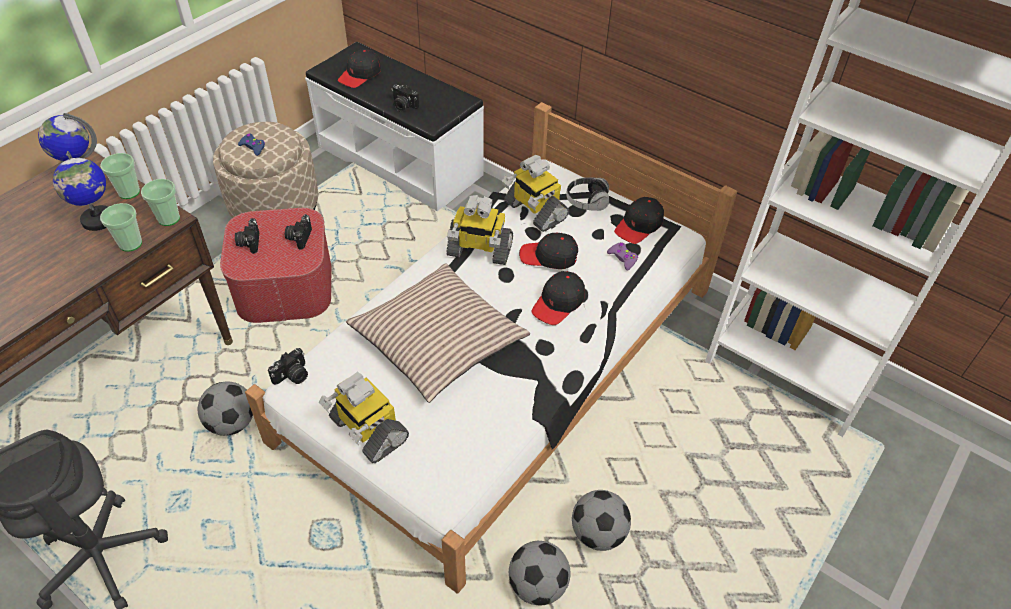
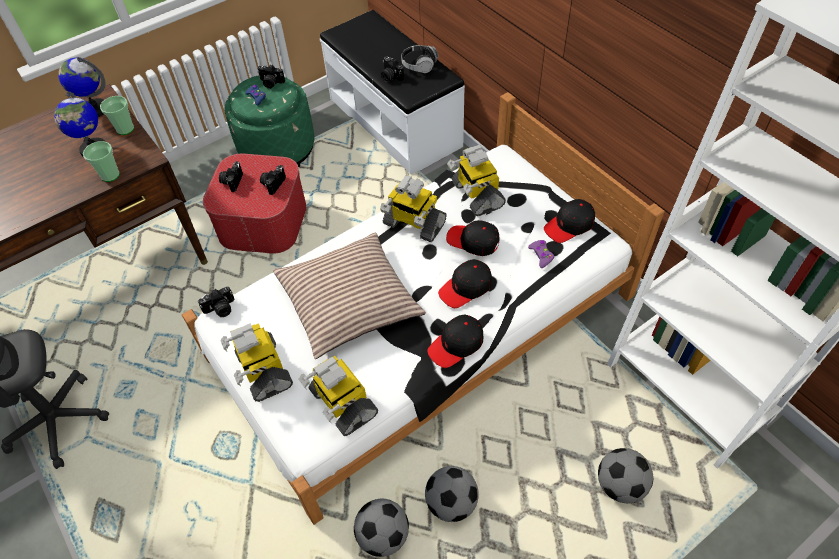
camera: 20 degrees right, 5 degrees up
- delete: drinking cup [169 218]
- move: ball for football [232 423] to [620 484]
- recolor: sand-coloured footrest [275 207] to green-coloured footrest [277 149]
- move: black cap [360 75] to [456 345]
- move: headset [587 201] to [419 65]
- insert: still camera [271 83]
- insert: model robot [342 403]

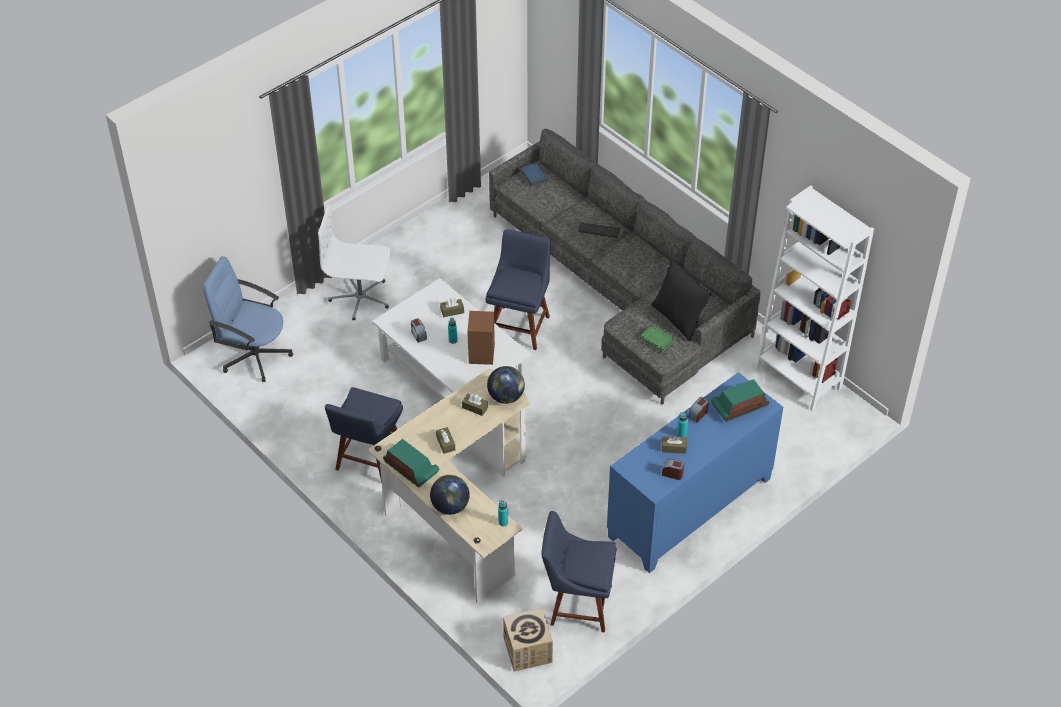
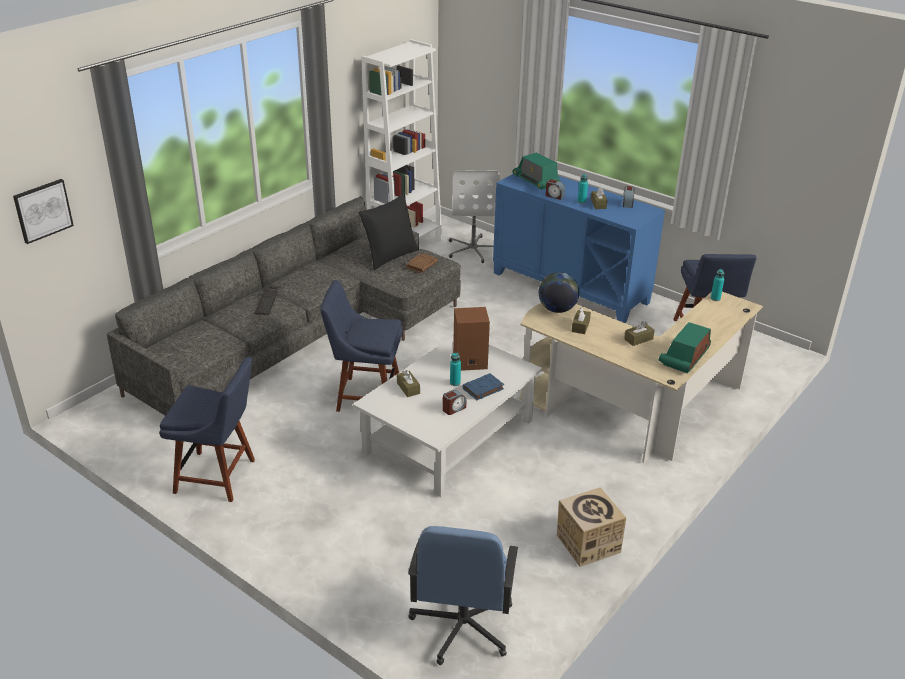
camera: 100 degrees left, 15 degrees down
- move: white office chair [360 298] to [473 249]
- move: bluish chair [368 461] to [219 477]
- delete: world globe [450 506]
- move: carton [527 650] to [588 543]
- move: bluish bound book [534 176] to [483 389]
- recolor: green-coloured bound book [657 340] to brown-coloured bound book [421 265]
- insert: picture [42 210]

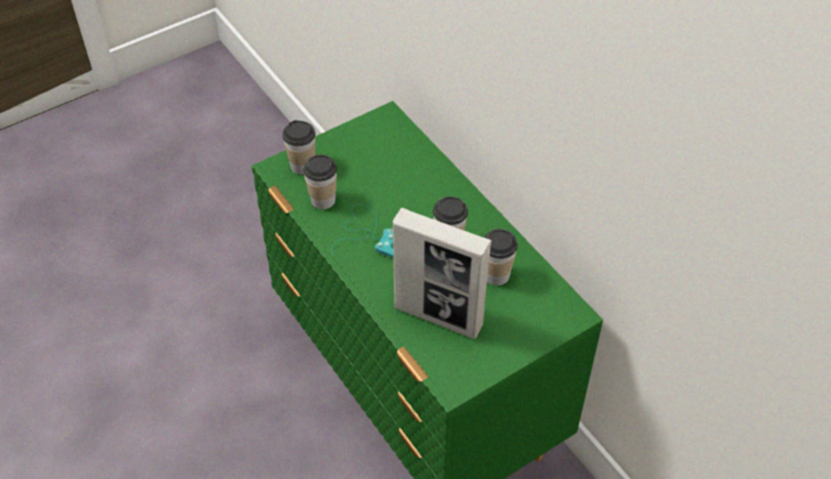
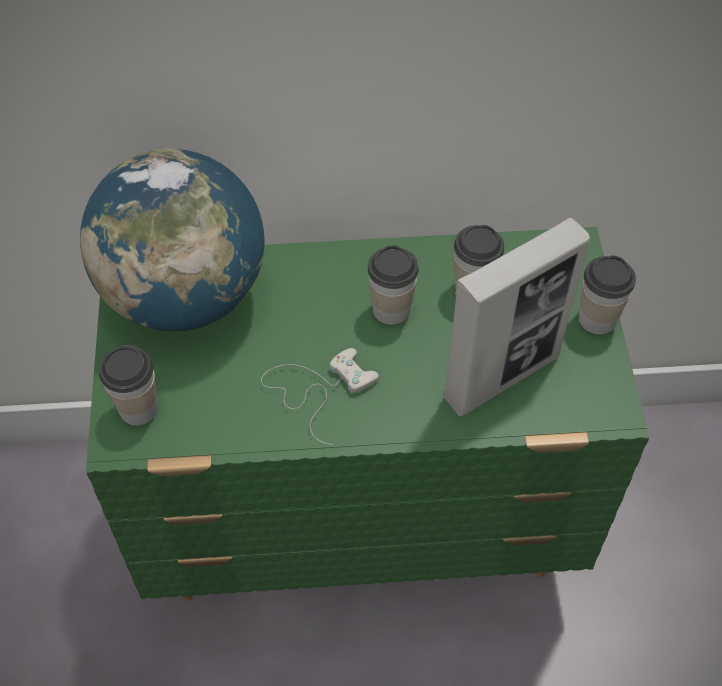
camera: 60 degrees left, 5 degrees up
- move: drinking cup [323 200] to [597 319]
- recolor: turquoise game controller [367 234] to white game controller [317 389]
- insert: world globe [185 295]

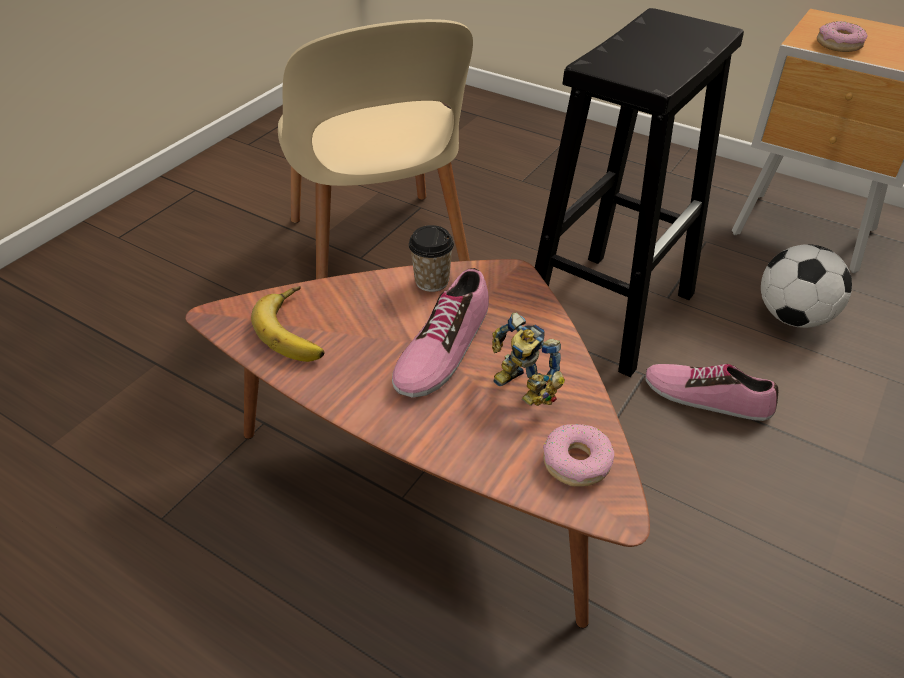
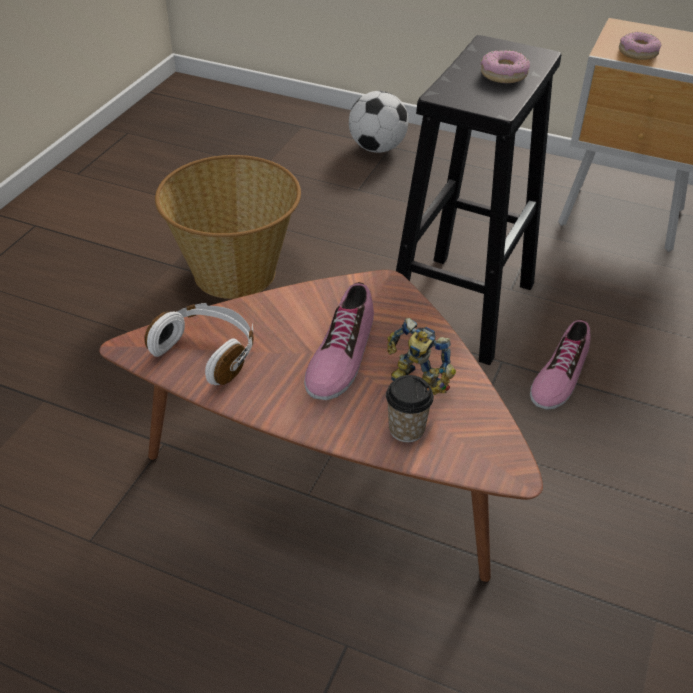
camera: 10 degrees left, 0 degrees up
- replace: whole banana [298 329] to white headset [207 352]
- replace: sand-coloured chair [378 254] to household basket [235 273]
- move: drinking cup [432 281] to [406 429]
- move: ring doughnut [576 461] to [503 74]
- rotate: item of footwear [707 396] = [559 375] 75 degrees counterclockwise
- move: ball for football [792 317] to [377 148]

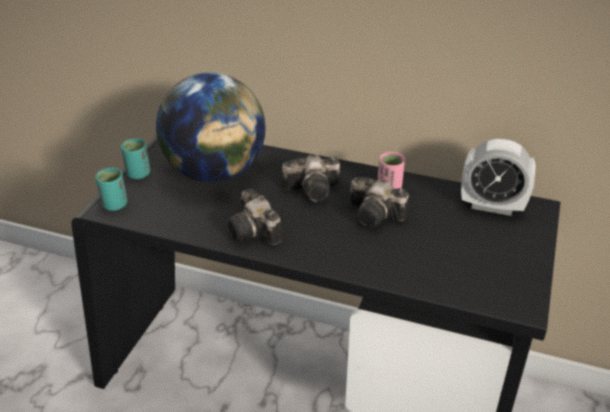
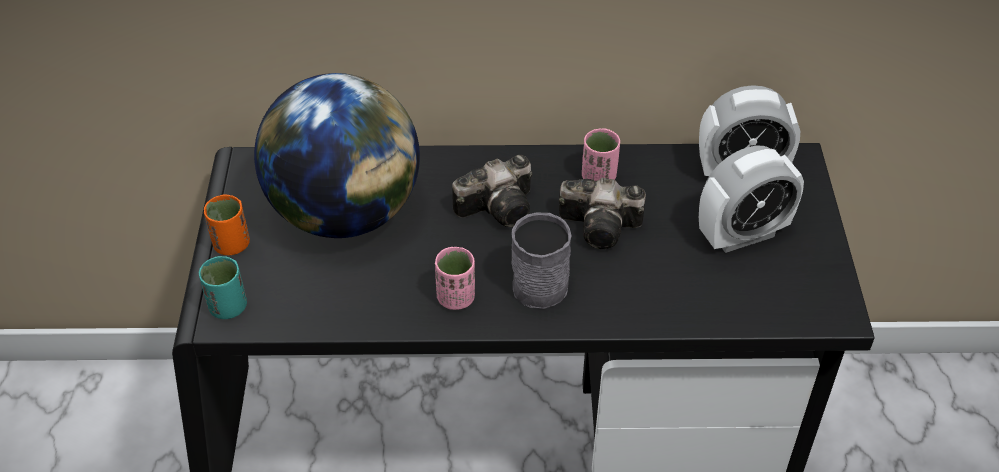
camera: 20 degrees left, 10 degrees up
- recolor: turquoise drinking cup [138 174] to orangey drinking cup [231 244]
- replace: still camera [255 232] to pinkish drinking cup [456 298]
- insert: greyish coffee mug [540 279]
- insert: bedside clock [742 235]

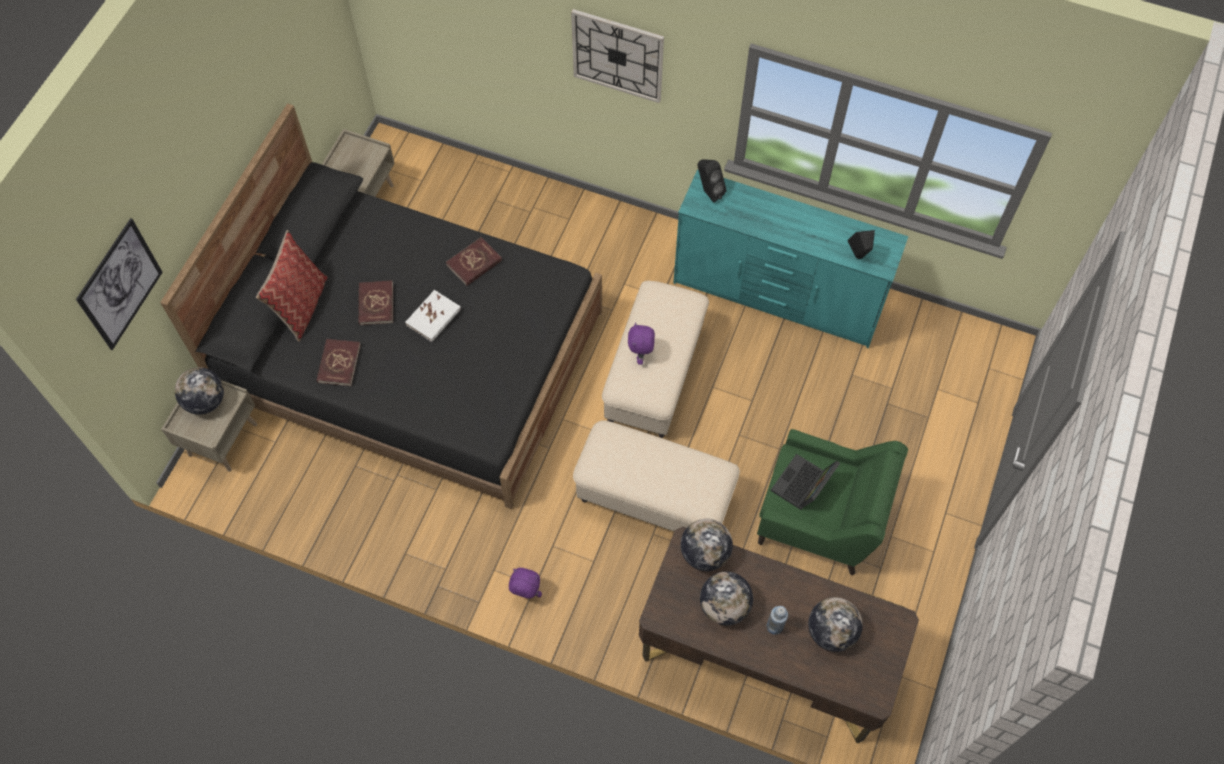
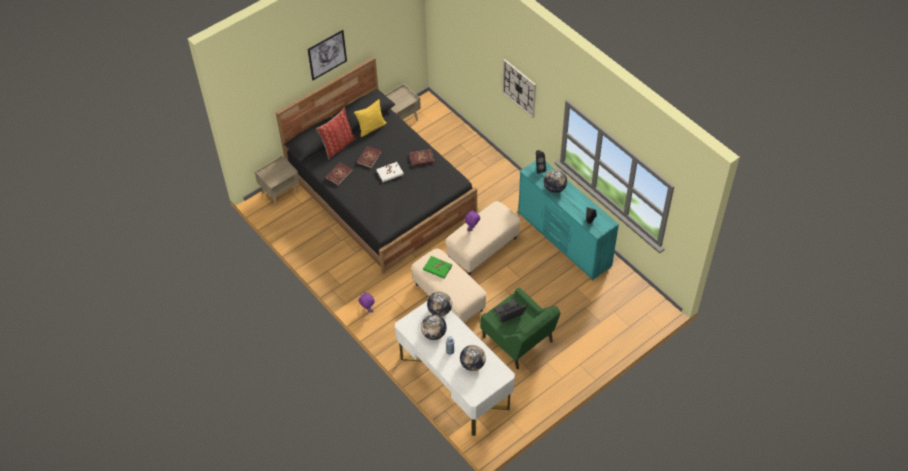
camera: 30 degrees right, 10 degrees down
- move: picture [120 284] to [327 55]
- move: world globe [205 401] to [554 188]
- recolor: brown-coloured desk [765 656] to white desk [454 382]
- insert: yellow cushion [371 128]
- insert: green-coloured bound book [437 268]

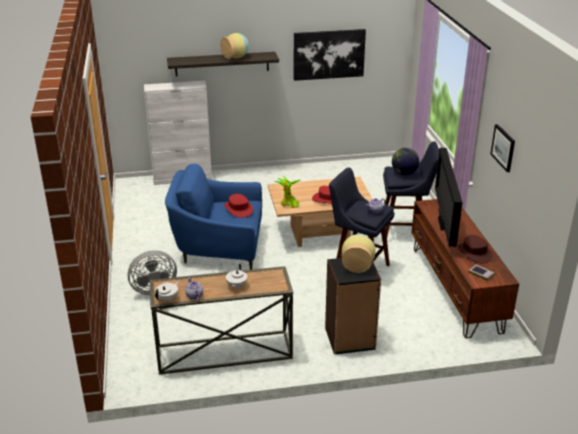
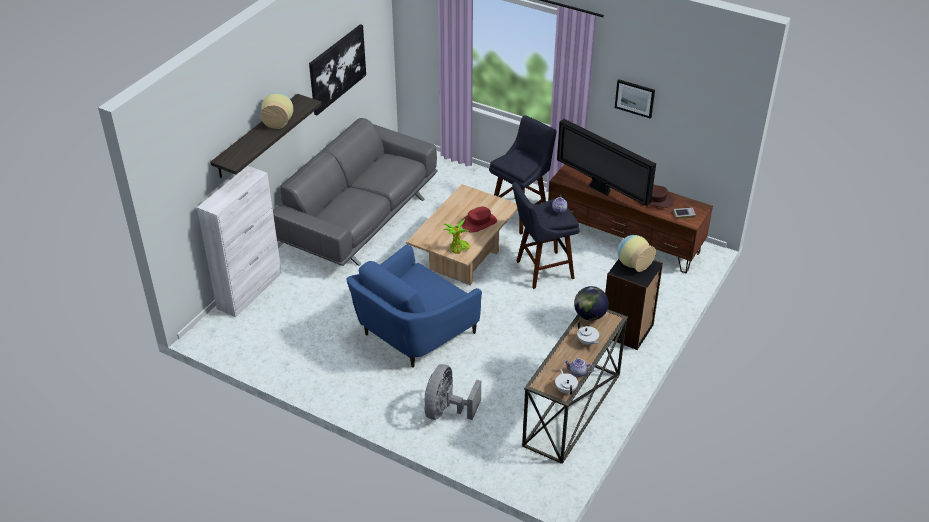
camera: 50 degrees left, 10 degrees up
- delete: red-coloured clothing hat [238 209]
- move: world globe [404 173] to [589 315]
- insert: greyish sofa [359 218]

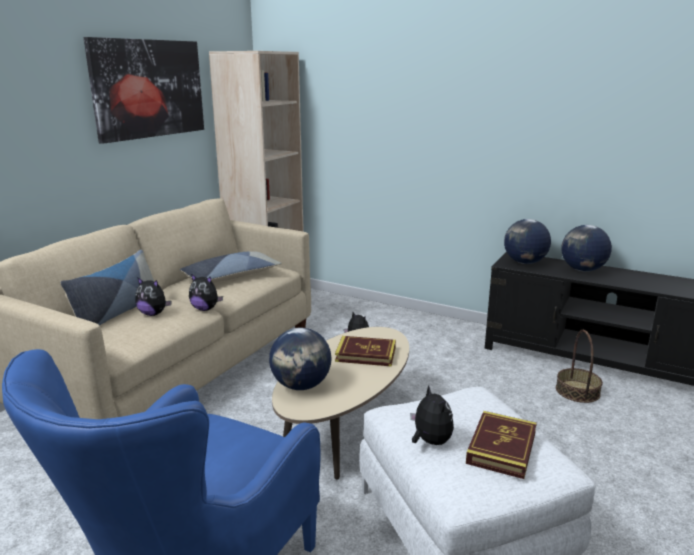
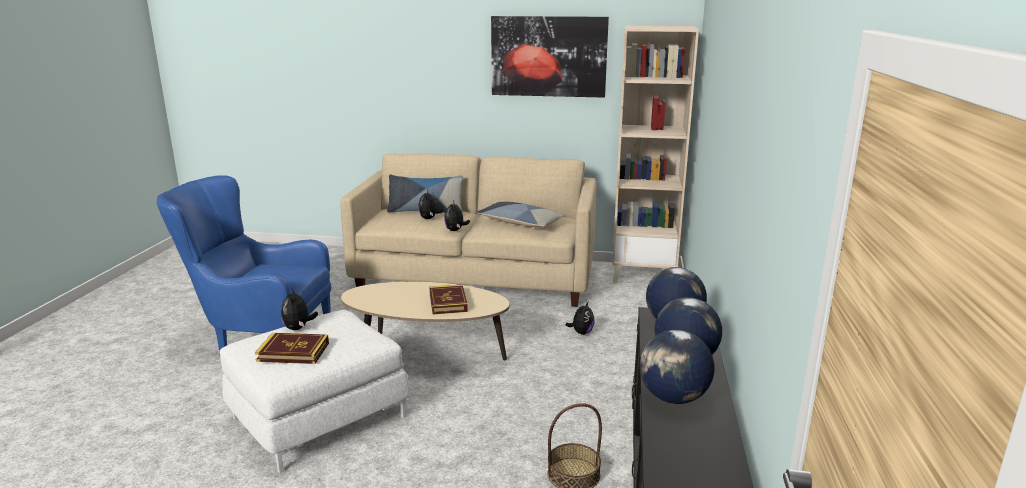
camera: 70 degrees right, 0 degrees up
- move: world globe [301 385] to [673 398]
- rotate: plush toy [430 441] = [298 328] 120 degrees clockwise

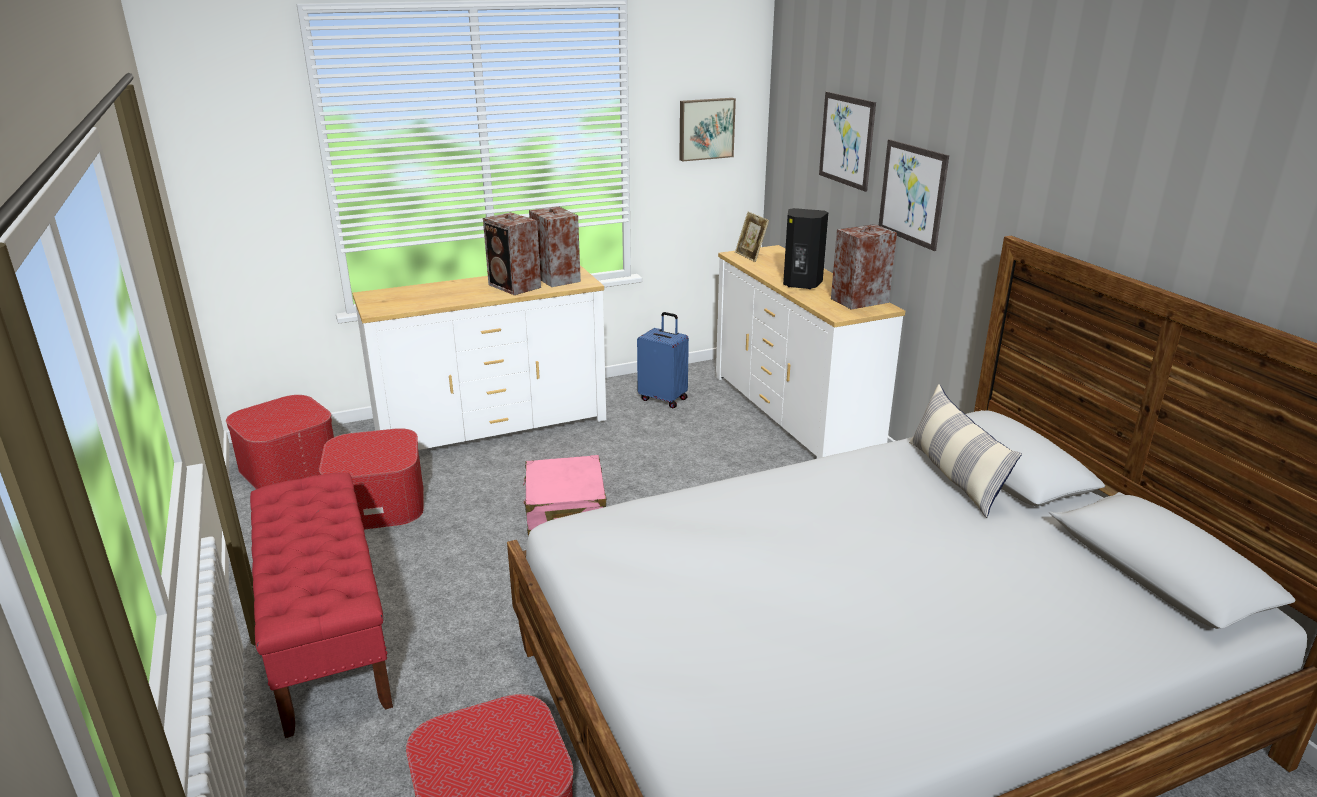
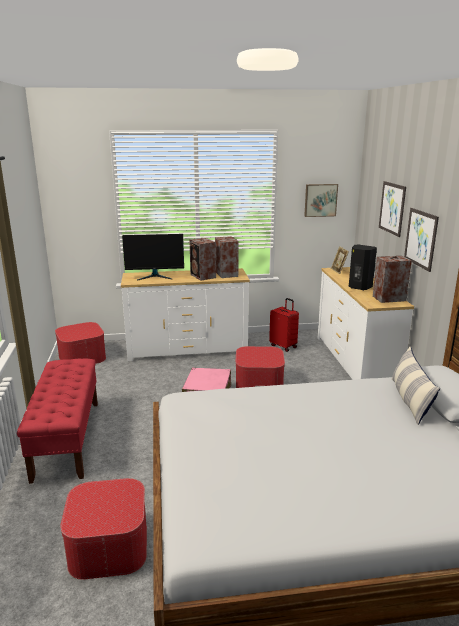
camera: 15 degrees right, 5 degrees down
- move: footrest [378 503] to [259 384]
- recolor: bluish piece of luggage [664 399] to red-coloured piece of luggage [283 346]
- insert: computer display [155 276]

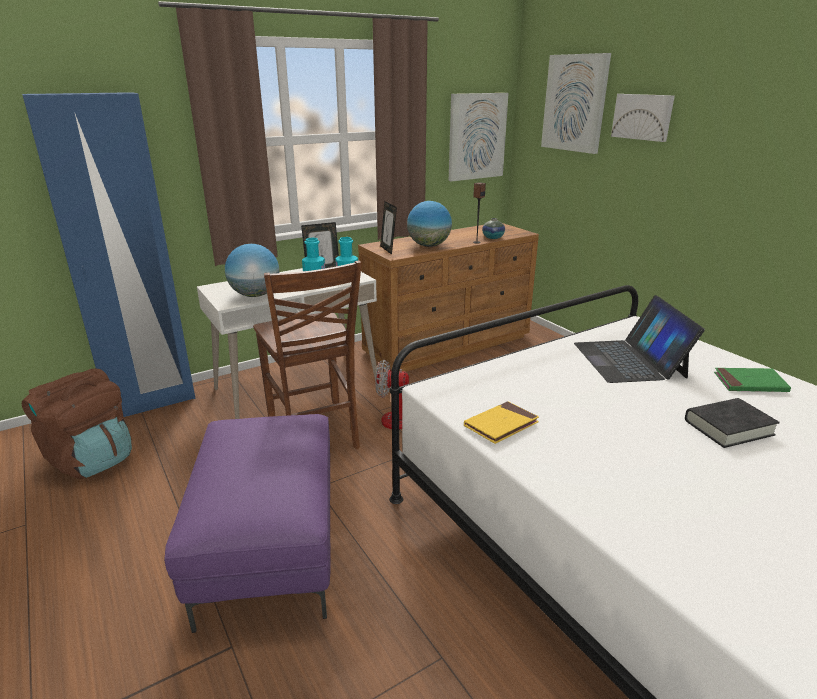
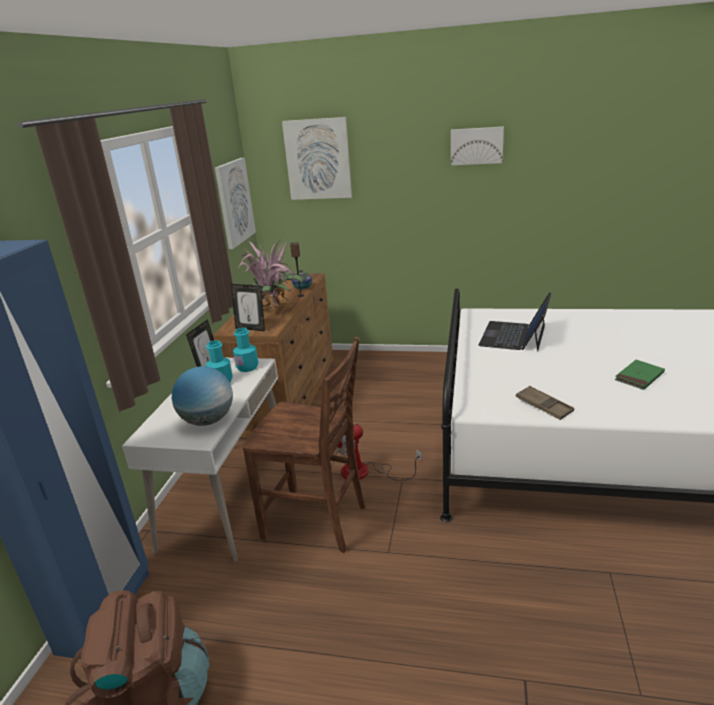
camera: 45 degrees left, 0 degrees up
- delete: purple-coloured footrest [268 549]
- replace: world globe [428 246] to houseplant [273 312]
- replace: yellow bound book [501 425] to brown-coloured carrying tray [544 406]
- rotate: notebook computer [629 360] = [514 336] 75 degrees clockwise
- move: picture [643 117] to [476 146]
- delete: black bound book [728 427]
- move: green-coloured bound book [750 383] to [639 377]

